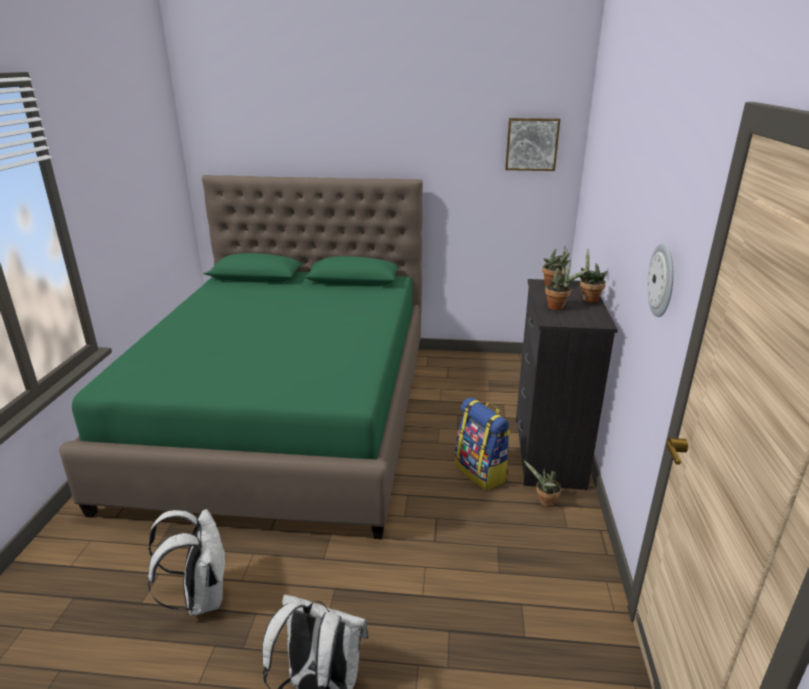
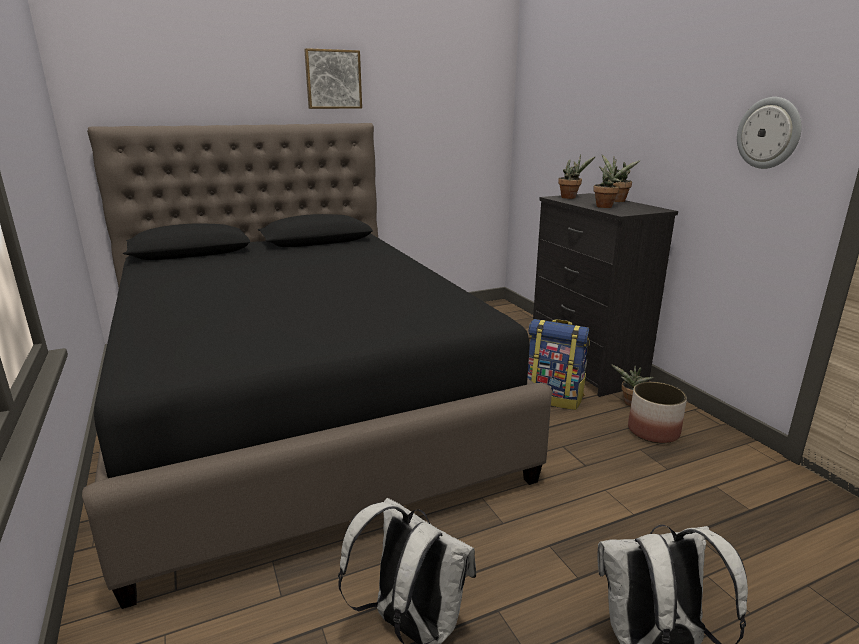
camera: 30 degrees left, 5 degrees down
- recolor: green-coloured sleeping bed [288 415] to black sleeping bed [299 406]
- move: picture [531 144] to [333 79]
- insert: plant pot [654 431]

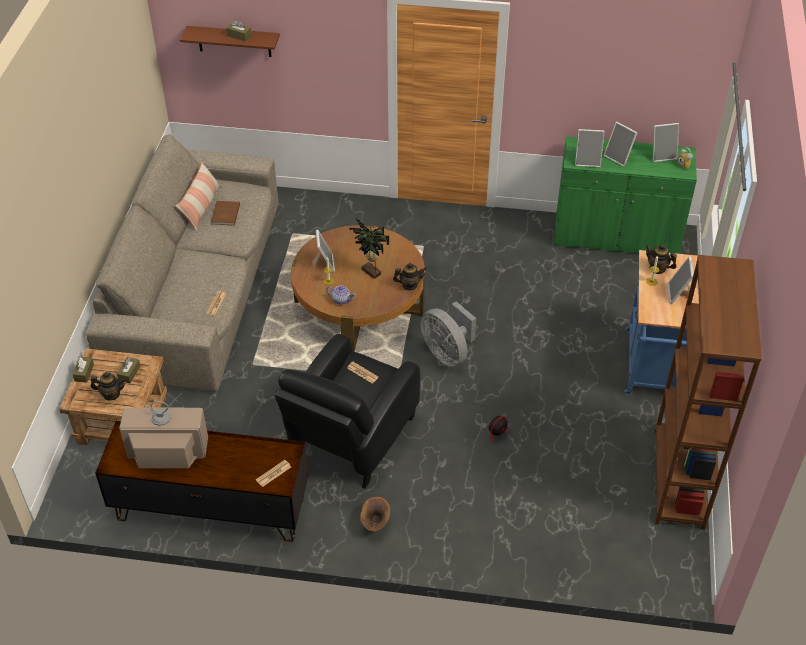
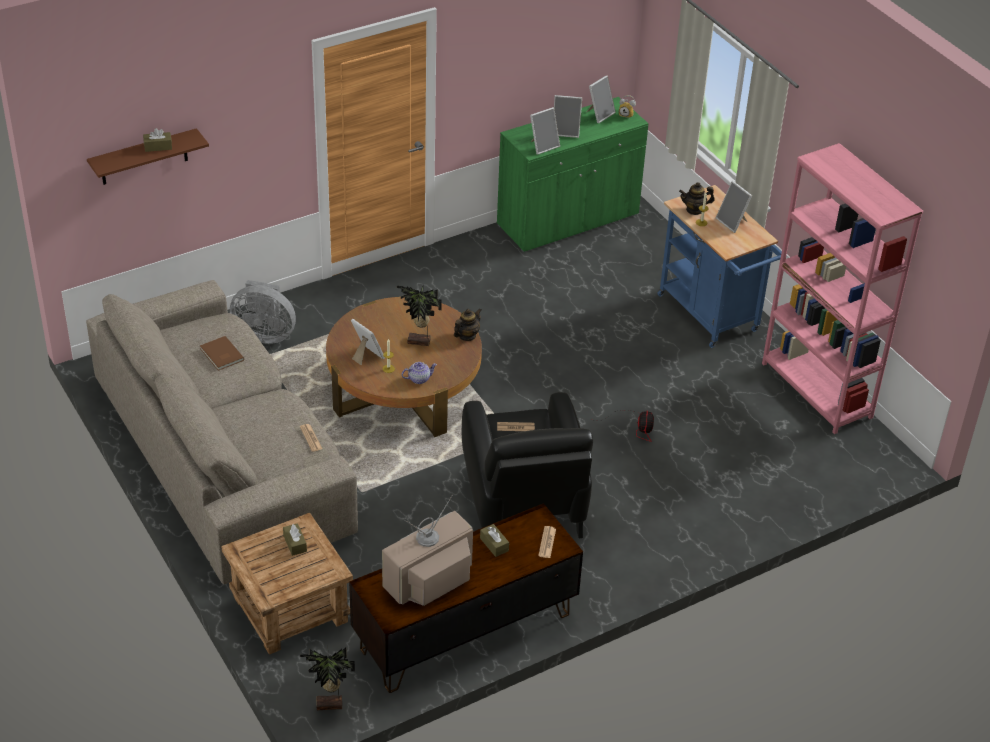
camera: 40 degrees left, 5 degrees down
- move: brown-coloured box of tissues [84 373] to [494 544]
- delete: pot for tea [111 394]
- delete: cushion [201 207]
- delete: brown-coloured vase [375 524]
- move: greyish cooling fan [447 353] to [264 334]
- recolor: brown-coloured bookshelf [679 478] to pinkish bookshelf [816 390]
- insert: houseplant [330 706]

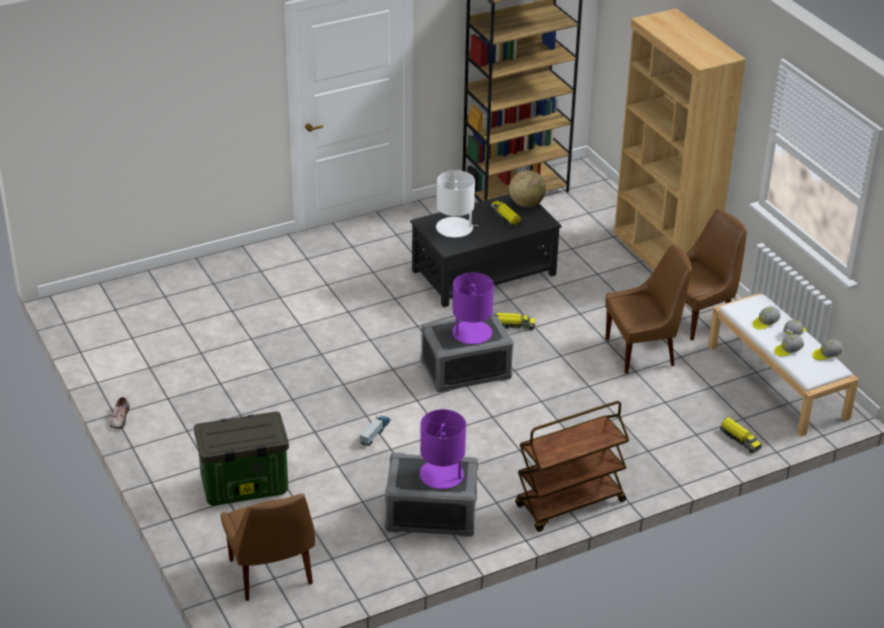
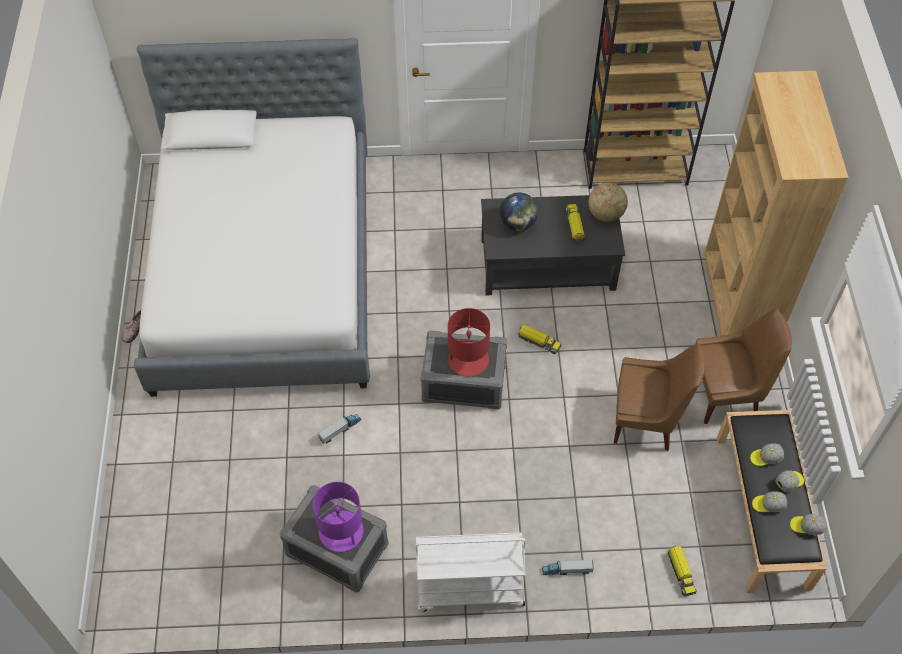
camera: 25 degrees right, 20 degrees up
- delete: storage container [243 487]
- delete: brown-coloured chair [271 574]
- replace: white table lamp [455 228] to world globe [517 224]
- recolor: purple-coloured table lamp [471 333] to red-coloured table lamp [467 360]
- recolor: brown-coloured trolley [570 504] to white trolley [469 589]
- recolor: white long seat [778 382] to black long seat [763 512]
- insert: sleeping bed [265 270]
- insert: model truck [567 570]

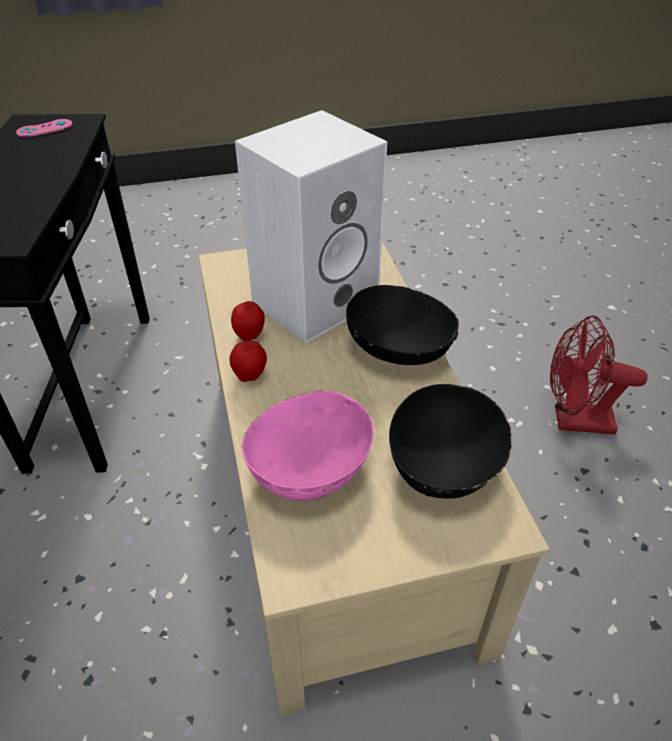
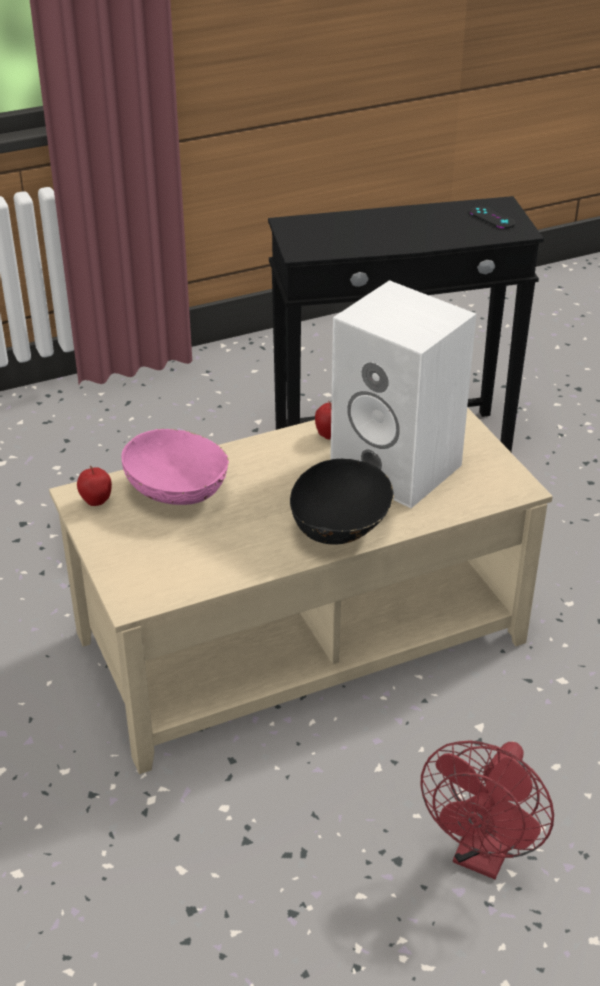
camera: 80 degrees right, 5 degrees down
- recolor: pinkish game controller [44 128] to black game controller [492 217]
- move: apple [250 376] to [96 502]
- delete: black deep dish [445 467]
- rotate: red-coloured cooling fan [574 421] = [483 854] 150 degrees counterclockwise

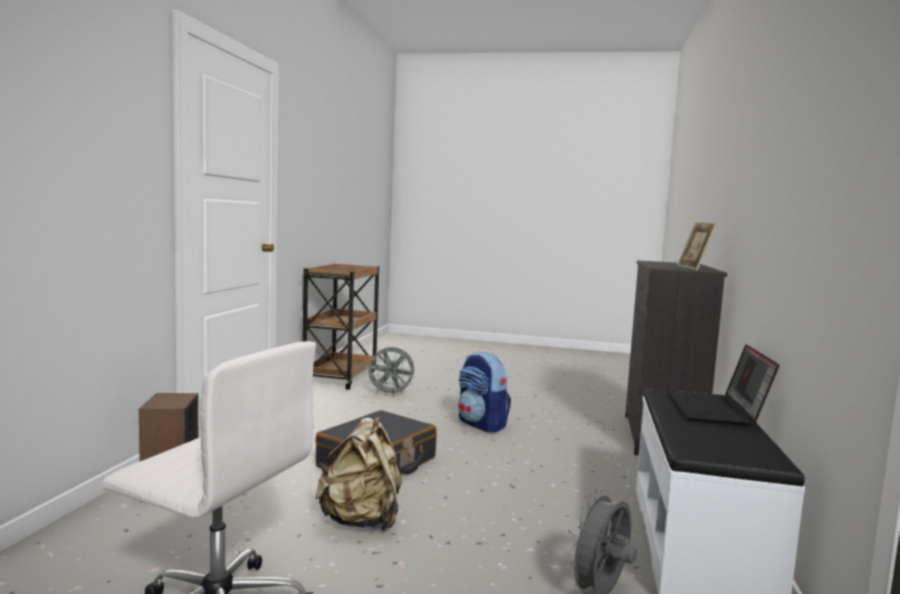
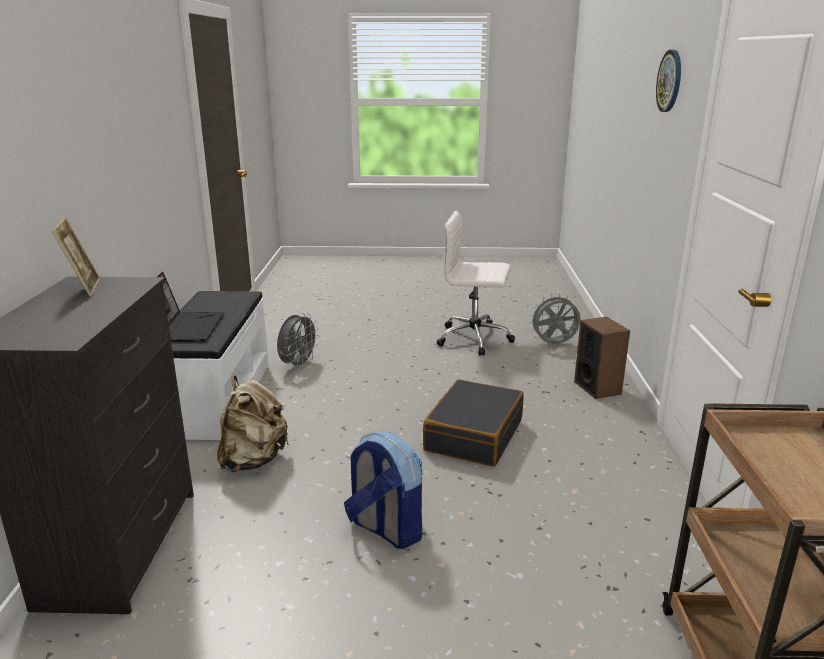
camera: 170 degrees right, 15 degrees up
- move: sand-coloured rucksack [361 521] to [253 460]
- move: greyish cooling fan [390 394] to [554 344]
- insert: clock on the wall [670 81]

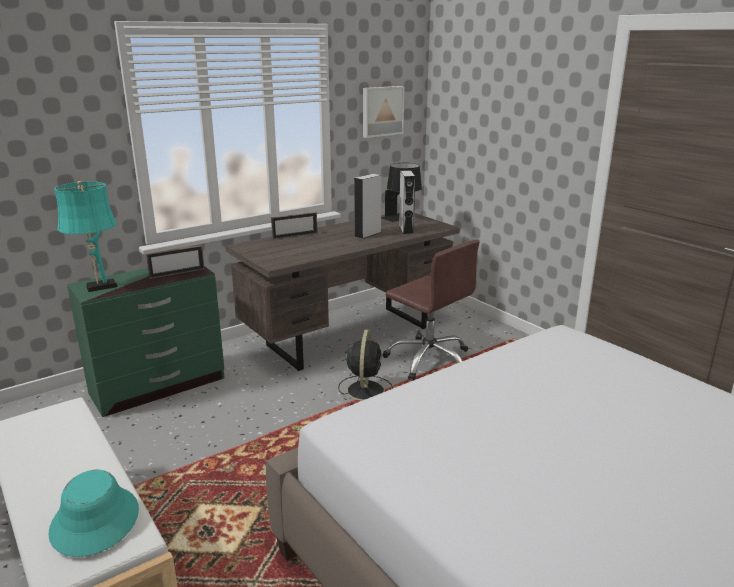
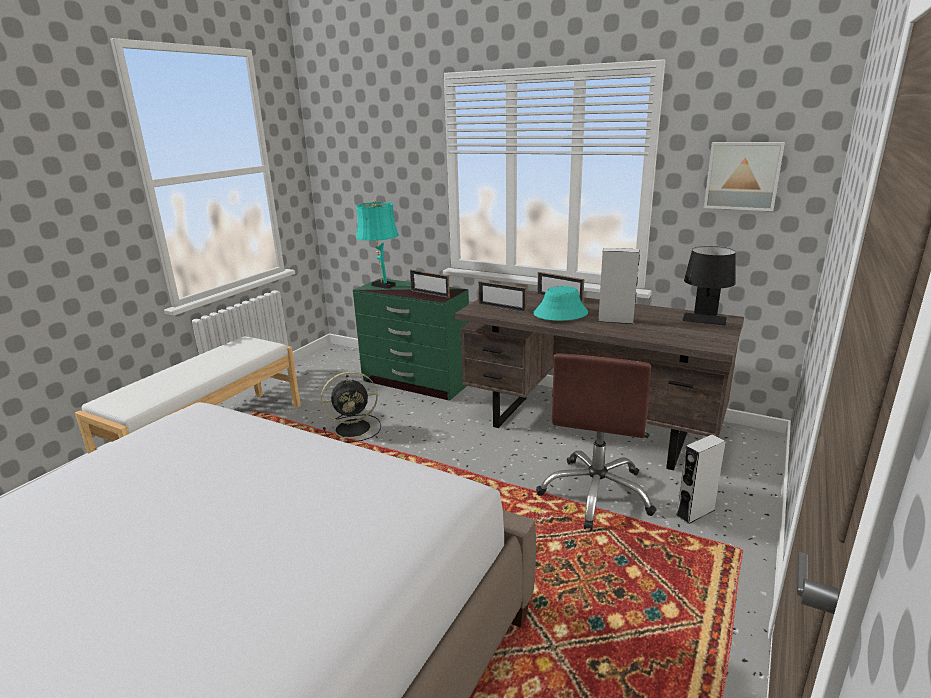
camera: 65 degrees right, 0 degrees up
- move: turquoise clothing hat [94 521] to [560 313]
- move: black cooling fan [365 389] to [355 428]
- move: greyish audio speaker [406 230] to [695 512]
- insert: photo frame [502 308]

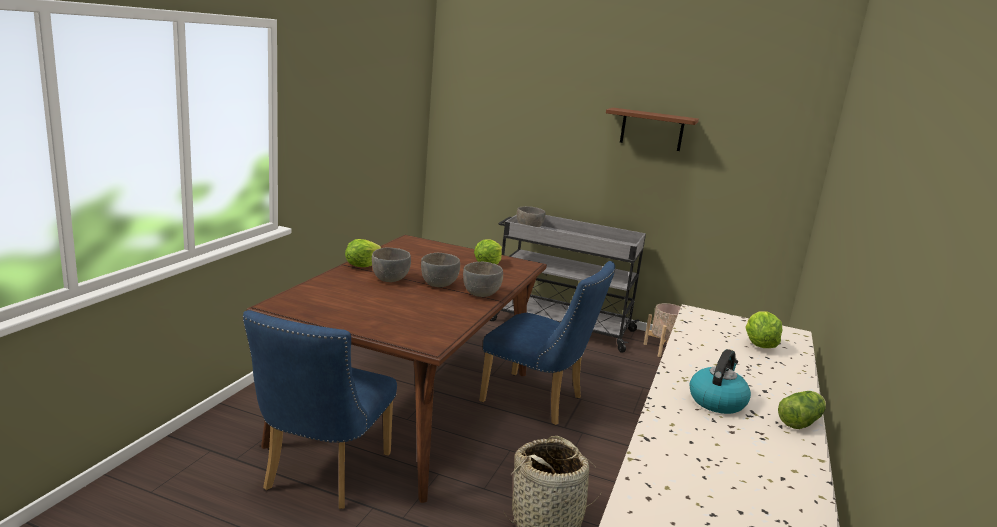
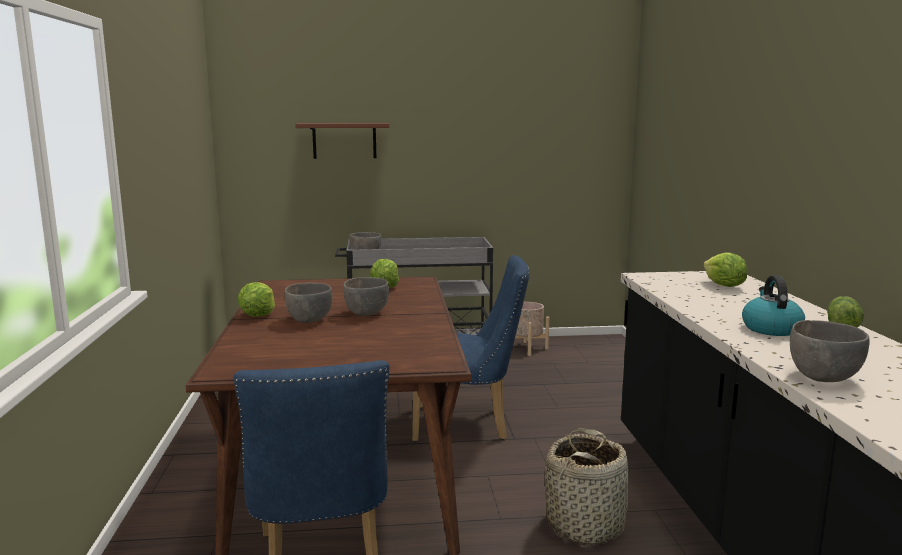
camera: 25 degrees left, 5 degrees down
- move: greyish deep dish [481 294] to [823 377]
- move: brown-coloured shelf [652 129] to [344 140]

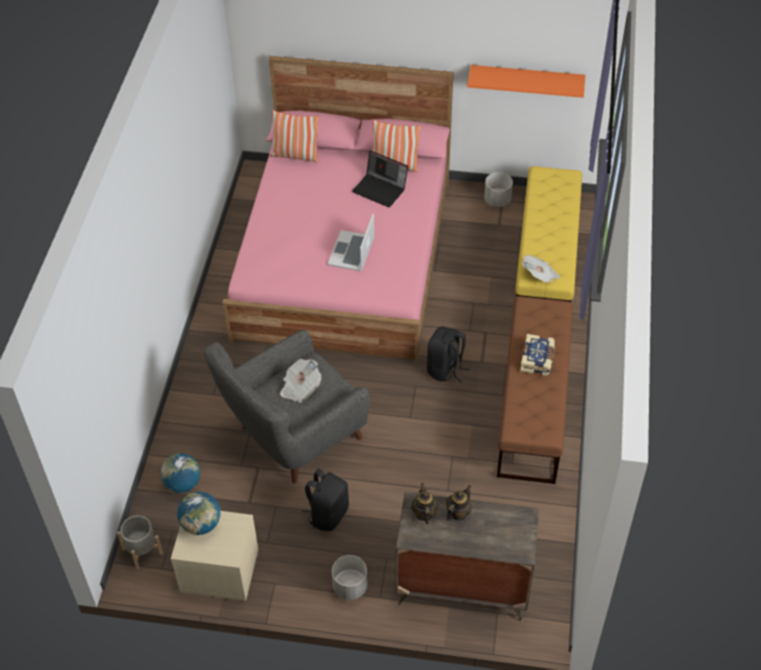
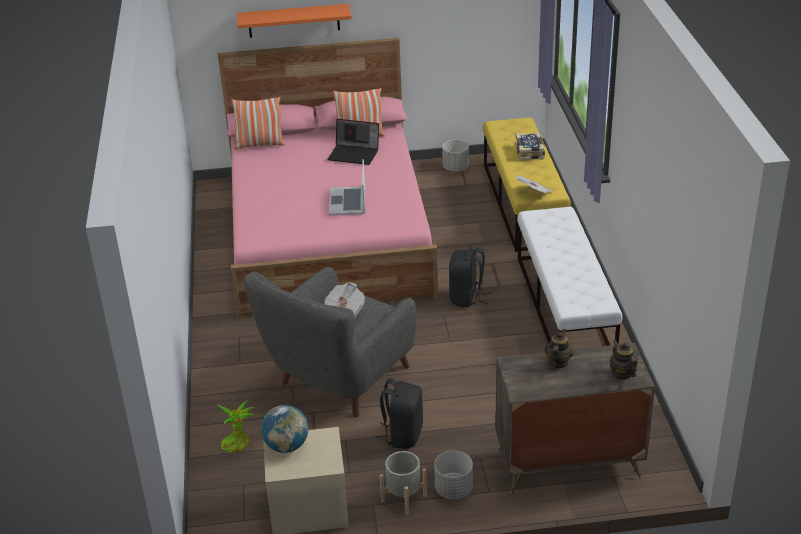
camera: 15 degrees left, 15 degrees down
- move: greyish plant pot [142 551] to [404 498]
- replace: world globe [183 484] to houseplant [237 443]
- move: pot for tea [424 513] to [622 374]
- move: orangey shelf [526 80] to [293 20]
- recolor: brown-coloured long seat [532 405] to white long seat [564 308]
- move: bound book [537 359] to [530 152]

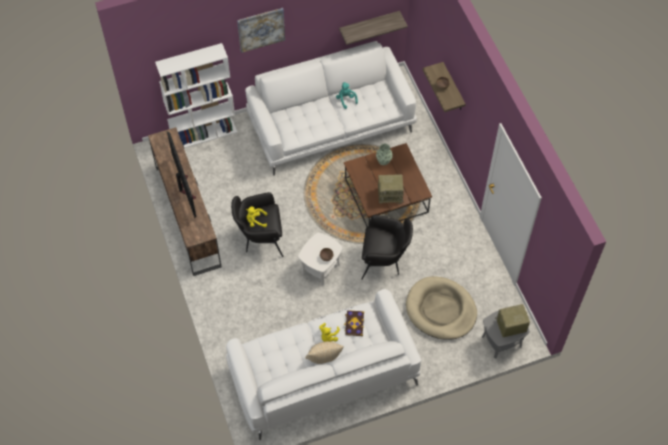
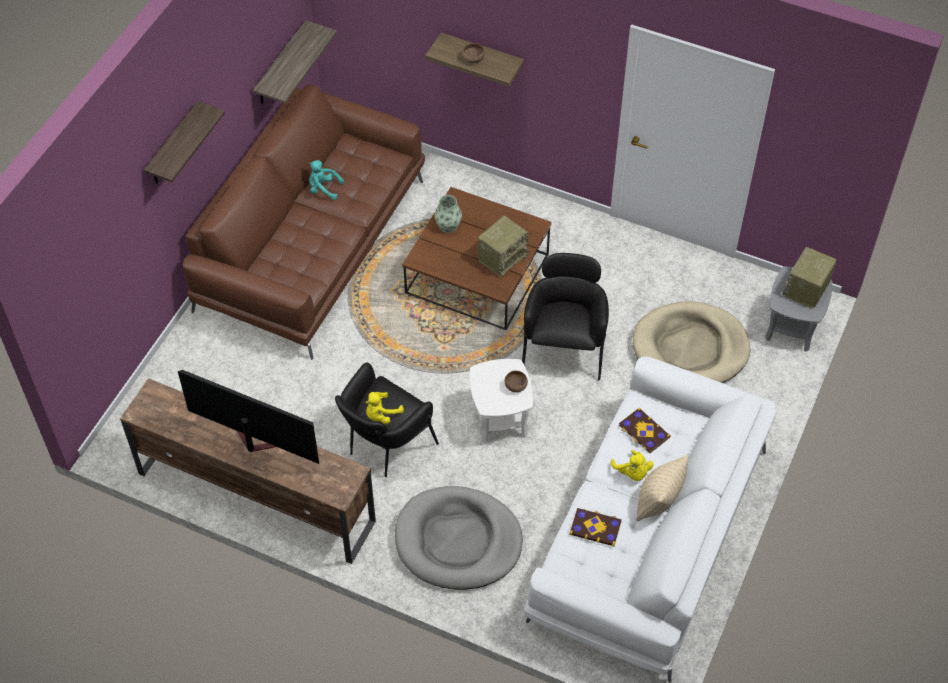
camera: 45 degrees left, 5 degrees down
- delete: white bookshelf [204 134]
- replace: picture [261 29] to shelf [173 146]
- recolor: white sofa [331 123] to brown-coloured sofa [313 243]
- rotate: black lounge chair [384 261] = [564 348] 45 degrees counterclockwise
- insert: greyish dog bed [458 541]
- insert: bound book [595 527]

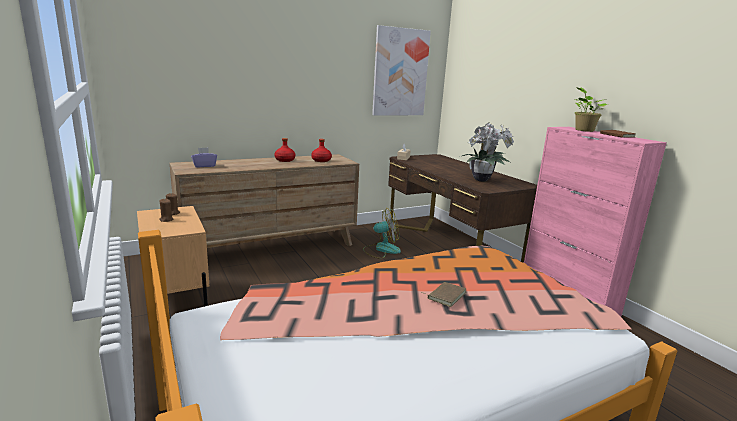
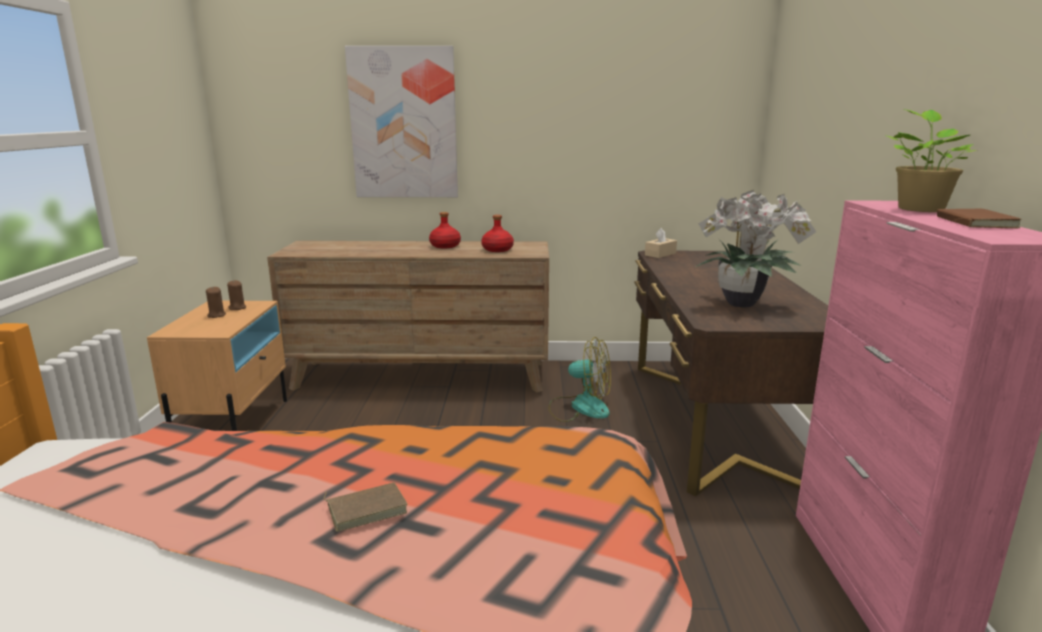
camera: 30 degrees right, 0 degrees up
- delete: purple-coloured box of tissues [204 166]
- move: picture [400 72] to [404 124]

